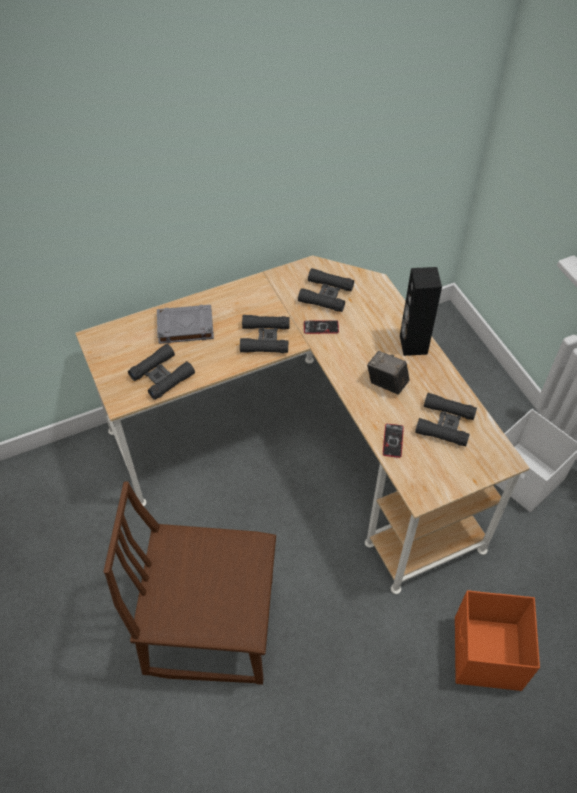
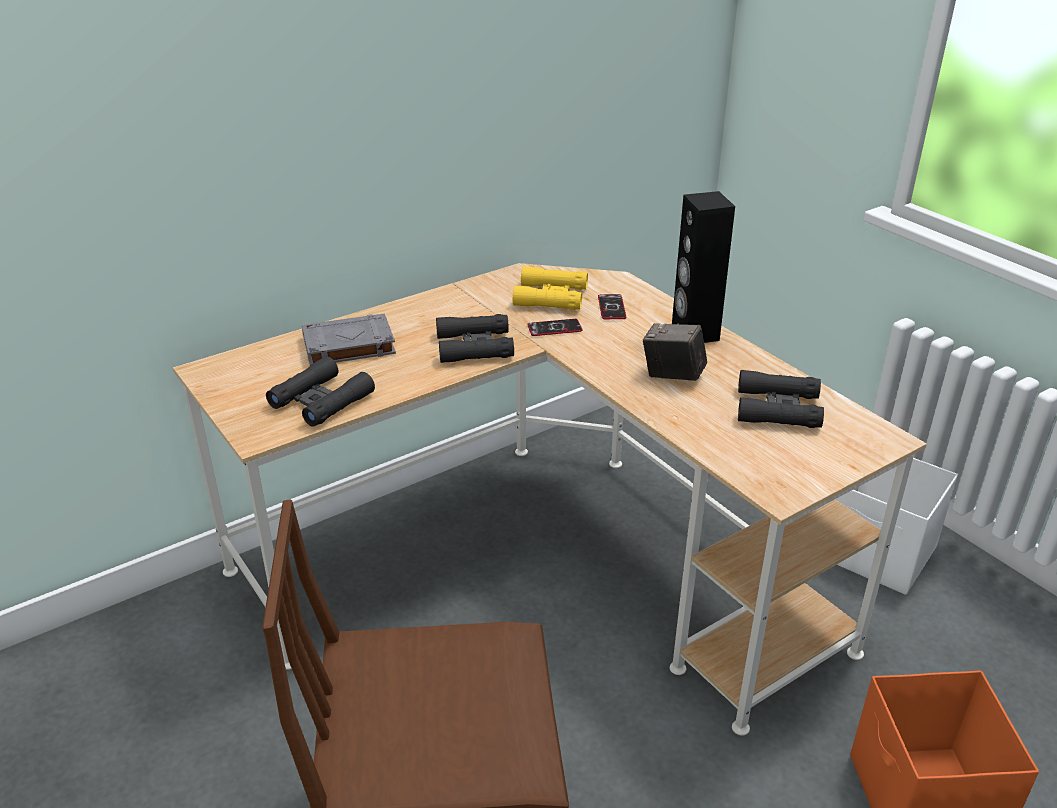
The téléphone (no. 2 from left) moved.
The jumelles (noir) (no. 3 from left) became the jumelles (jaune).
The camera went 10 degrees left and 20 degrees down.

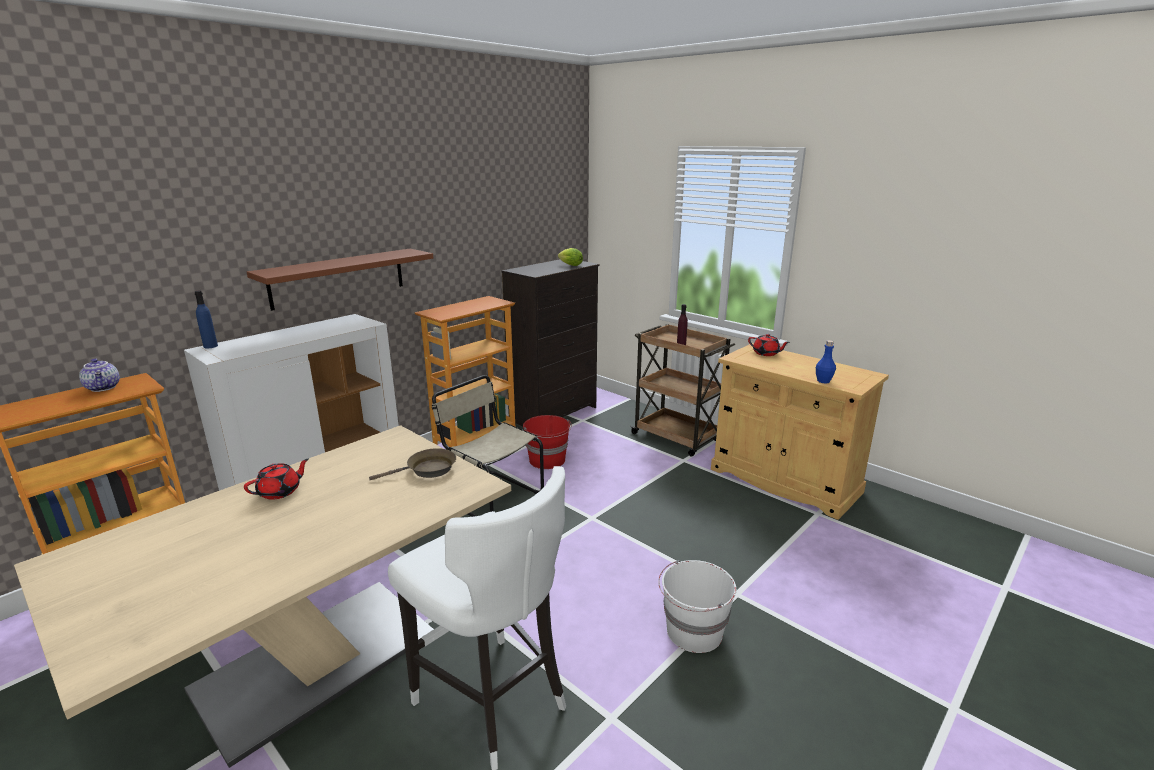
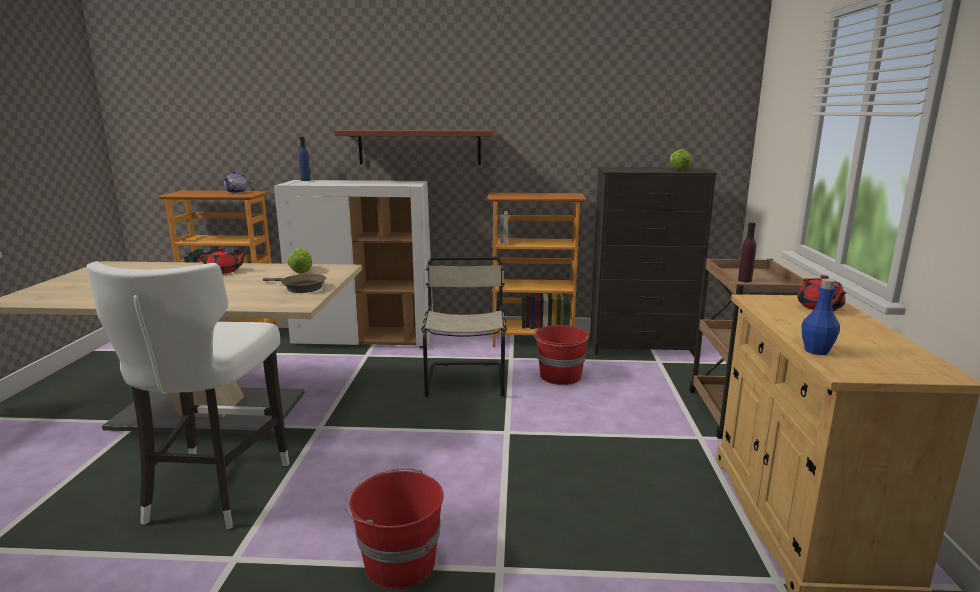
The laitue (no. 1 from left) appeared.
The seau (blanc) became the seau (rouge) (no. 1 from left).
The camera went 50 degrees right and 5 degrees down.

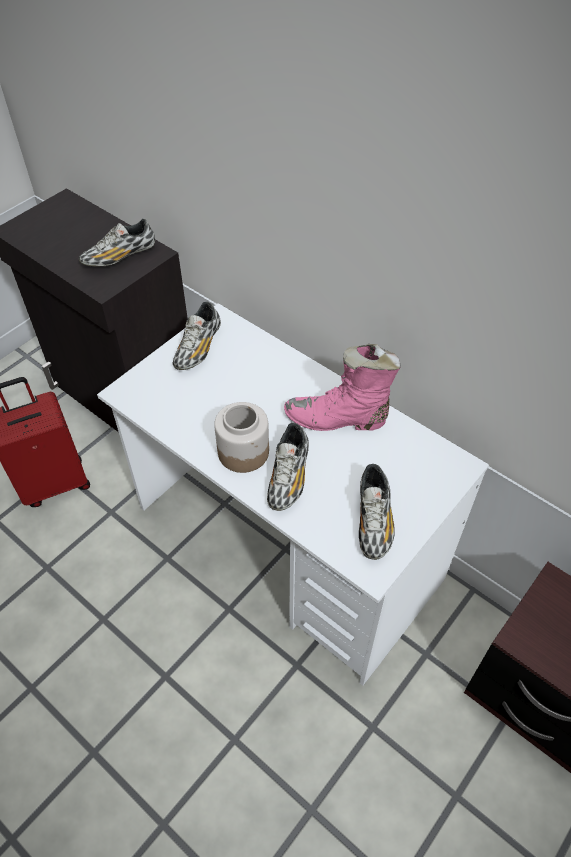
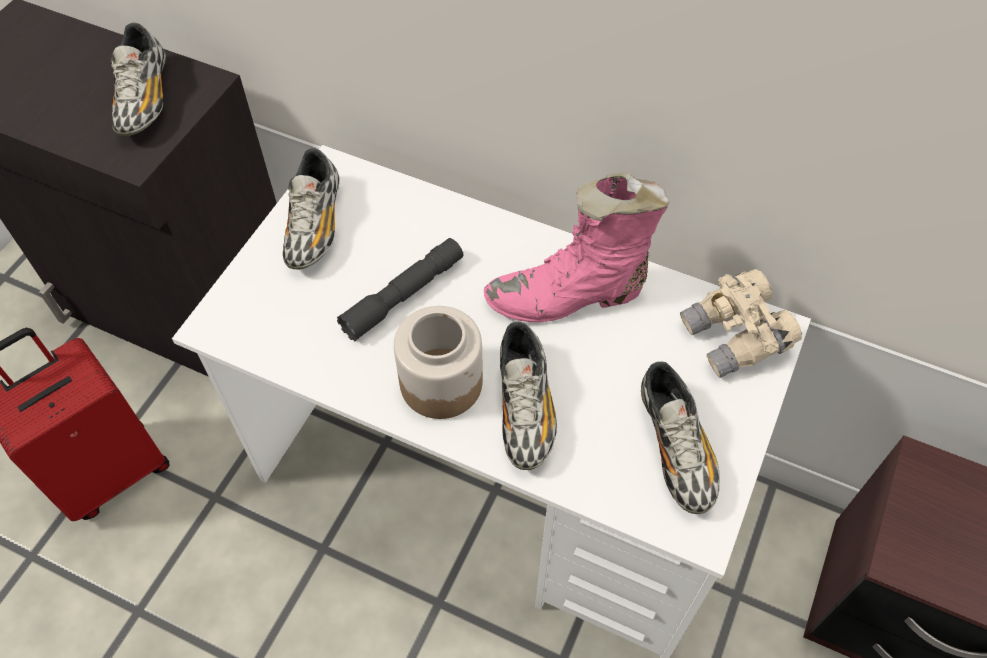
The lampe de poche (gris) appeared.
The jumelles (beige) appeared.
The chaussure (no. 1 from left) turned 45 degrees counterclockwise.
The camera went 15 degrees left and 5 degrees up.

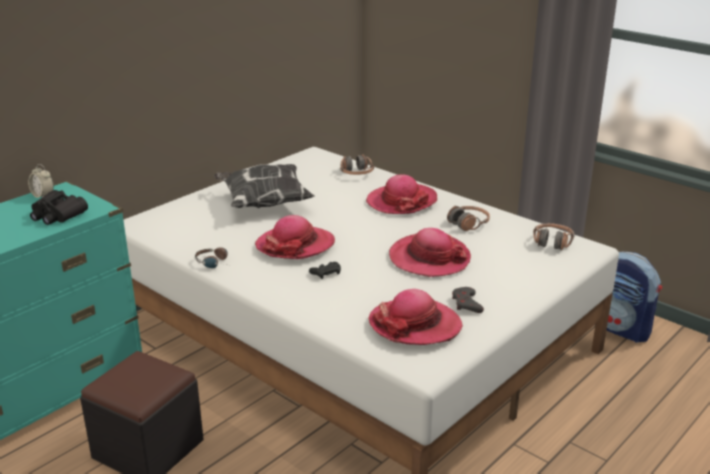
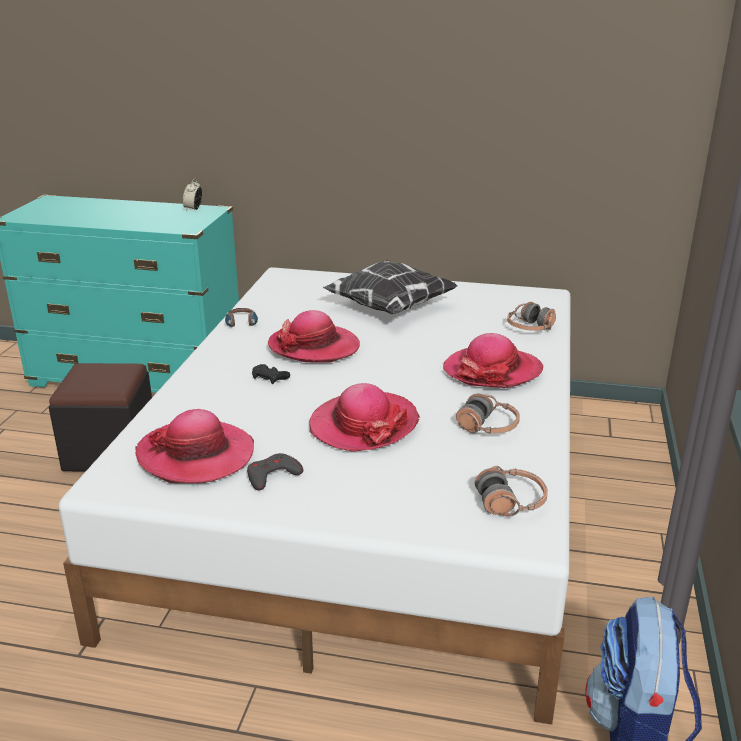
The jumelles (noir) disappeared.
The camera went 60 degrees right and 0 degrees up.

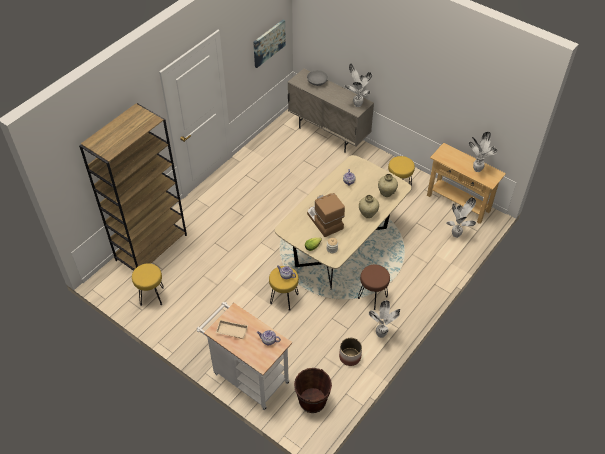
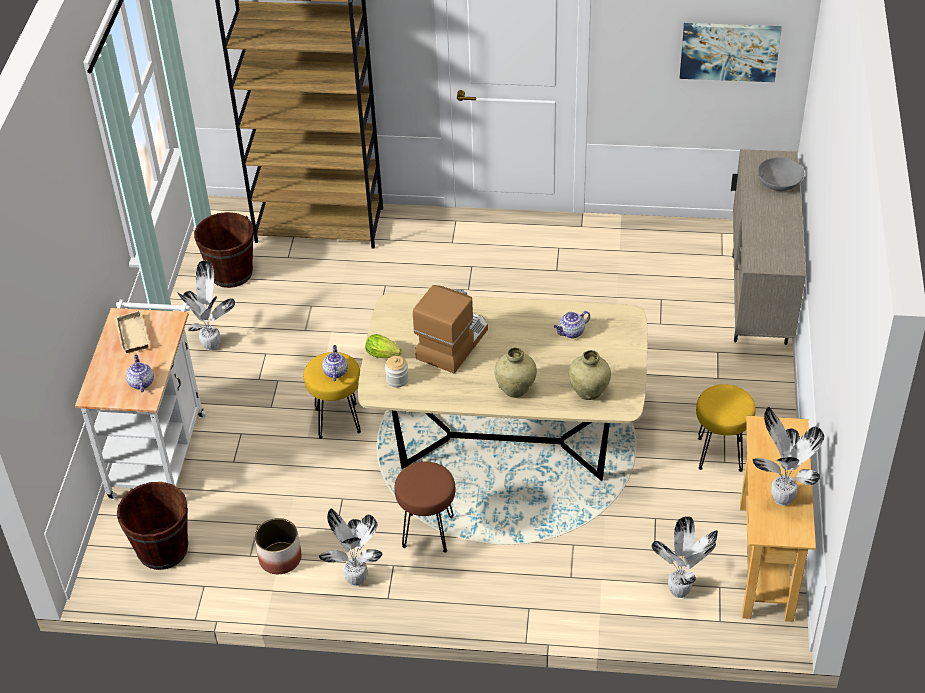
The plante en pot (no. 1 from left) moved.
The tabouret (jaune) (no. 1 from left) was replaced by the seau (marron) (no. 2 from left).
The camera went 60 degrees right and 5 degrees down.

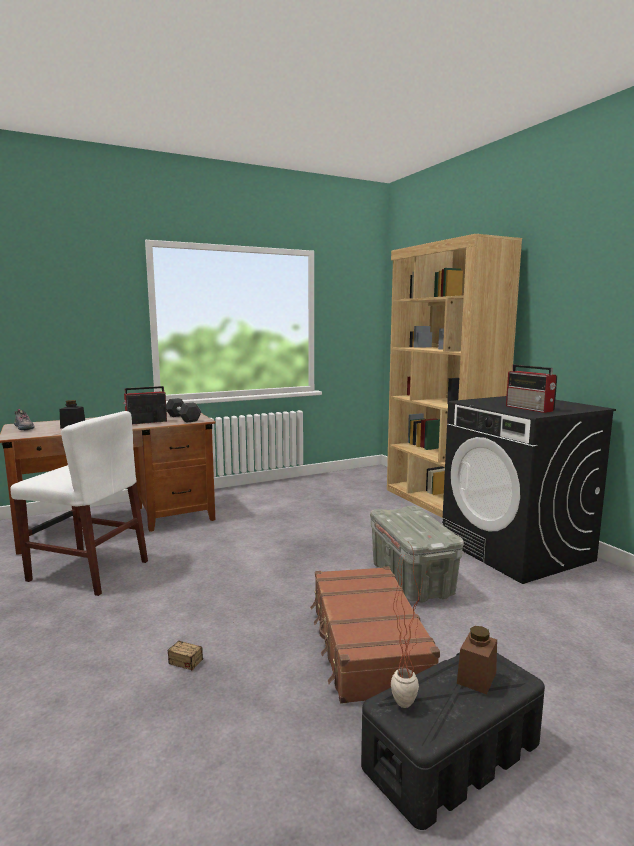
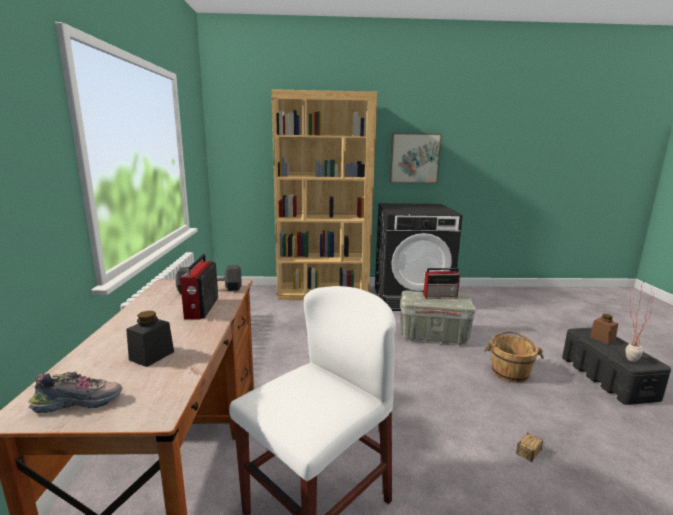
The tableau appeared.
The radio (no. 2 from left) moved.
The valise (marron) was replaced by the seau (marron).
The camera went 65 degrees left and 5 degrees up.

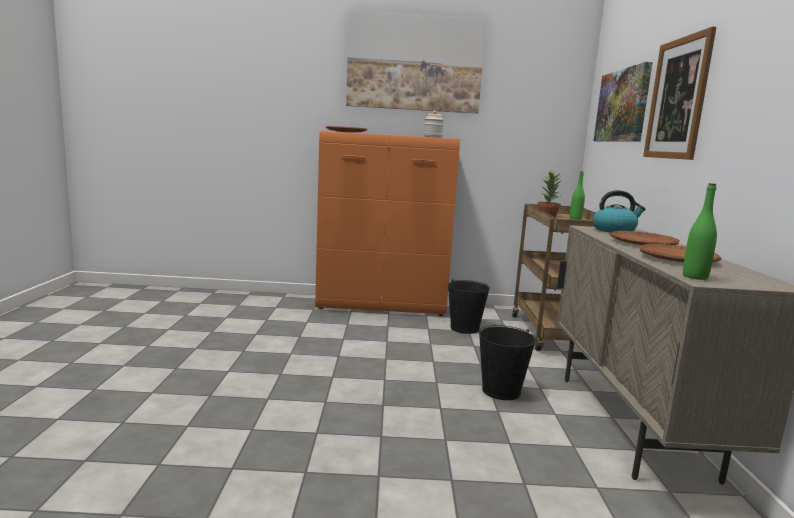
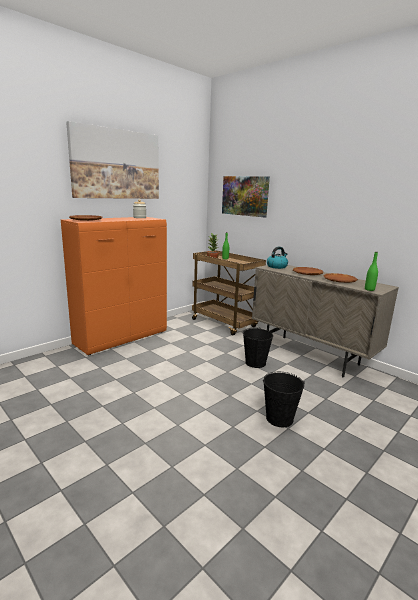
The tableau (no. 3 from left) disappeared.
The seau (noir) (no. 1 from left in the first image) moved.
The camera went 45 degrees left and 5 degrees up.

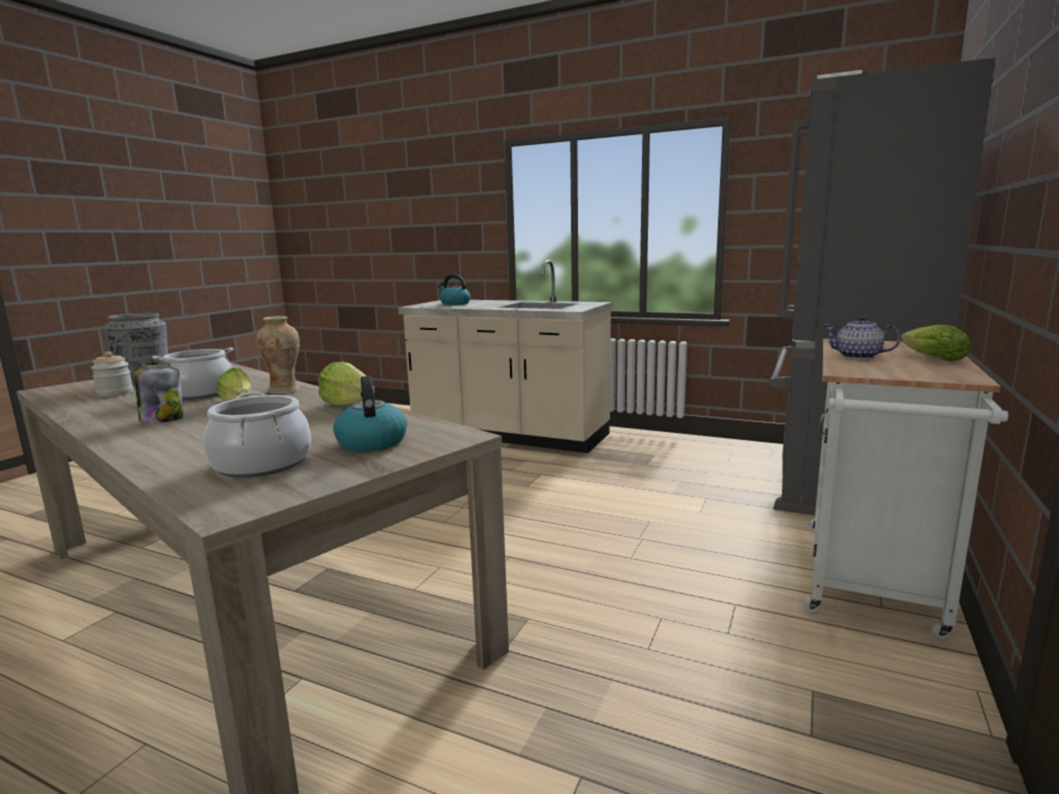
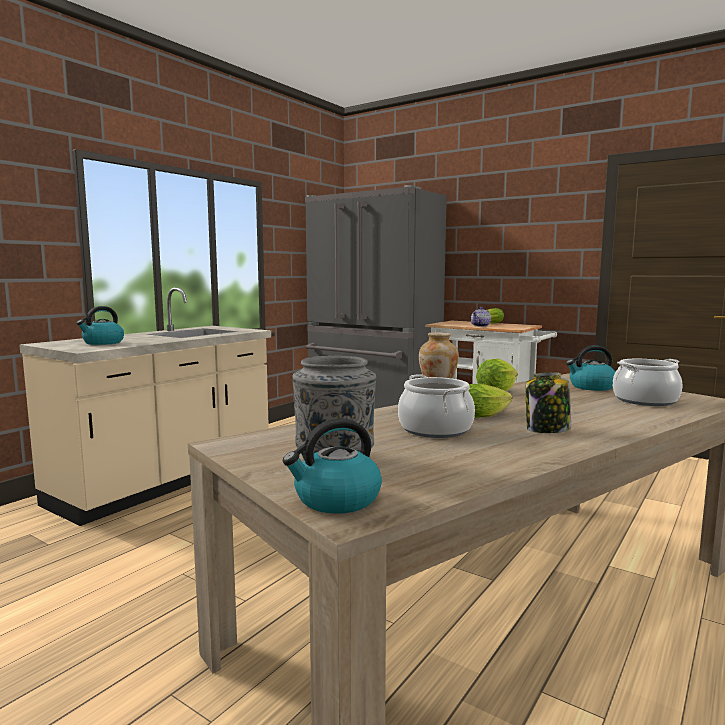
The bocal (no. 1 from left) disappeared.
The bouilloire (no. 2 from left) appeared.
The camera went 80 degrees left and 5 degrees down.

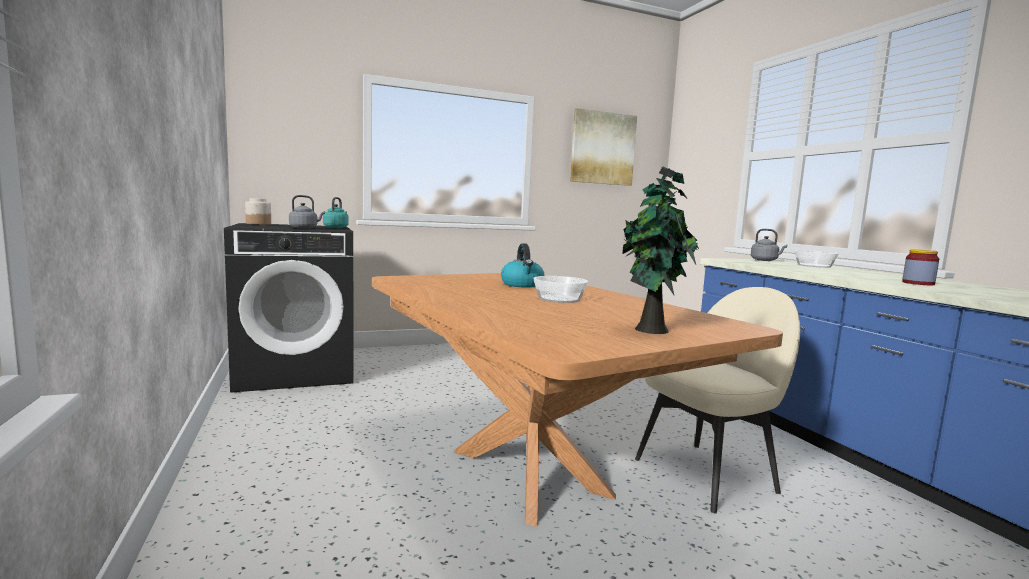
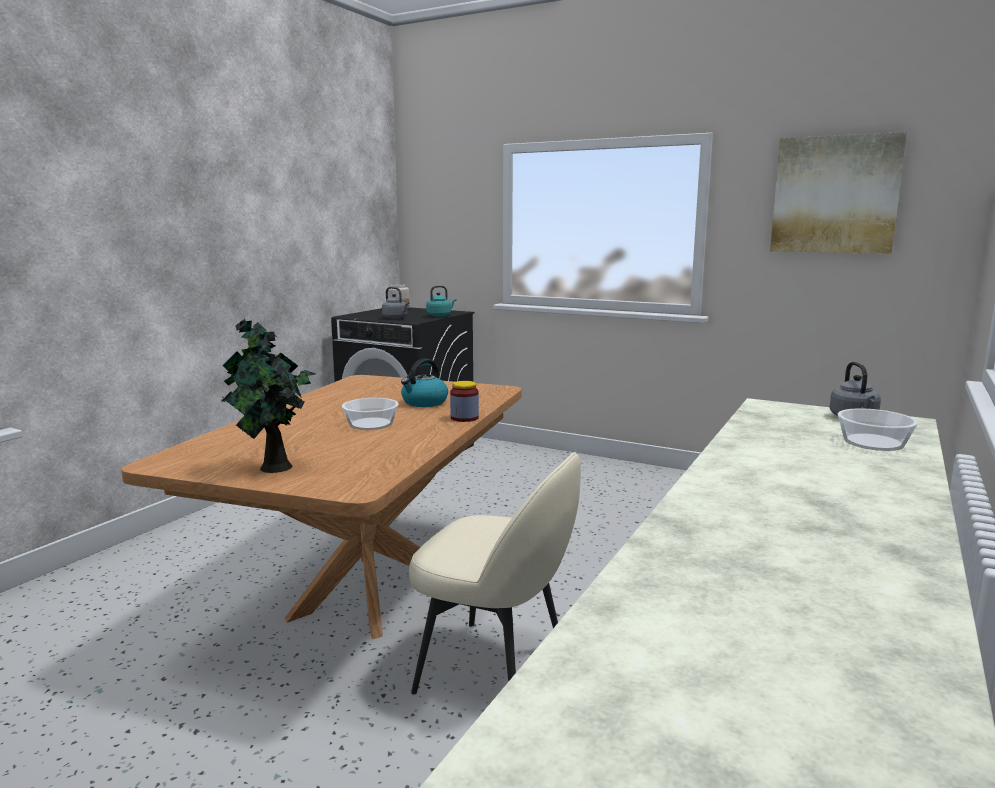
The bocal (no. 2 from left) moved.
The camera went 50 degrees right and 5 degrees up.

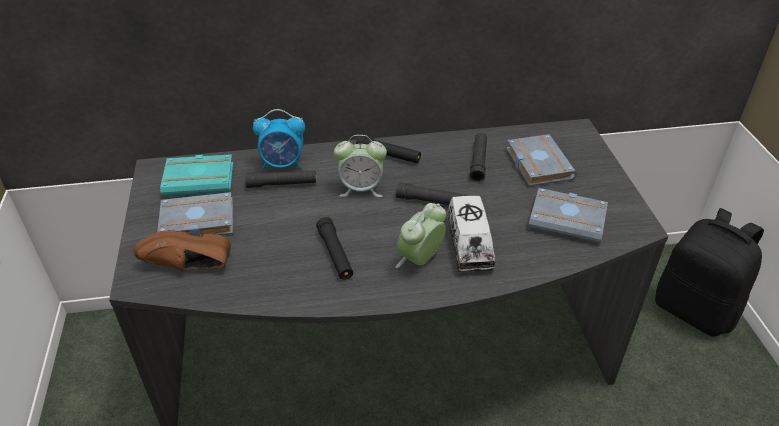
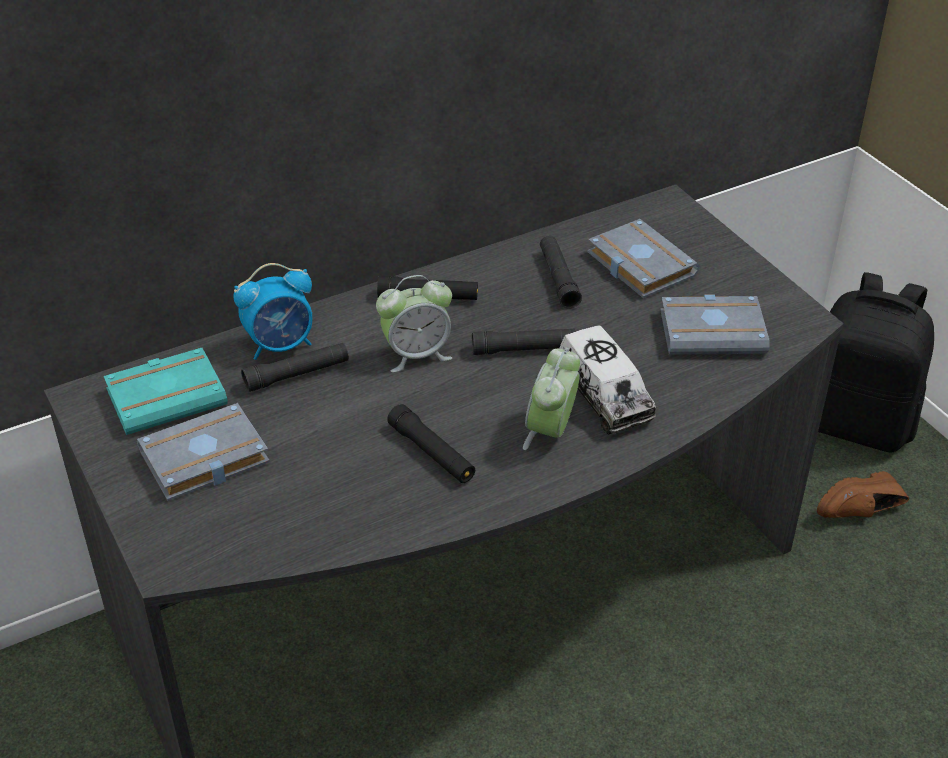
The chaussure (marron) moved.
The camera went 20 degrees left and 0 degrees up.

